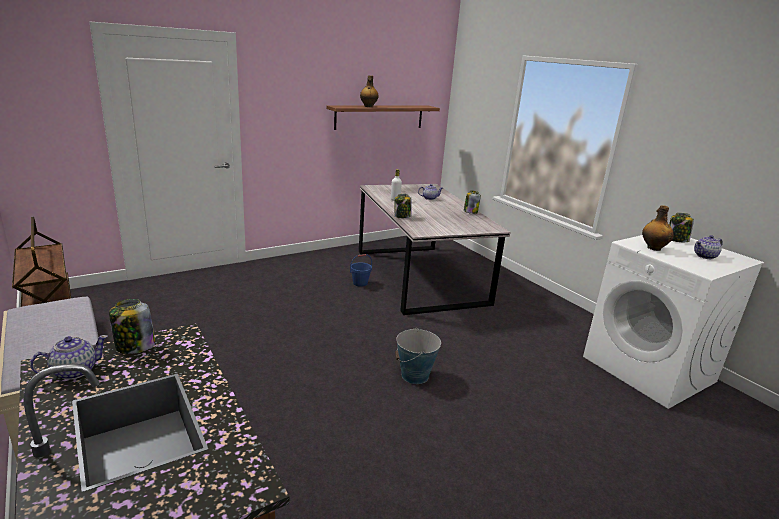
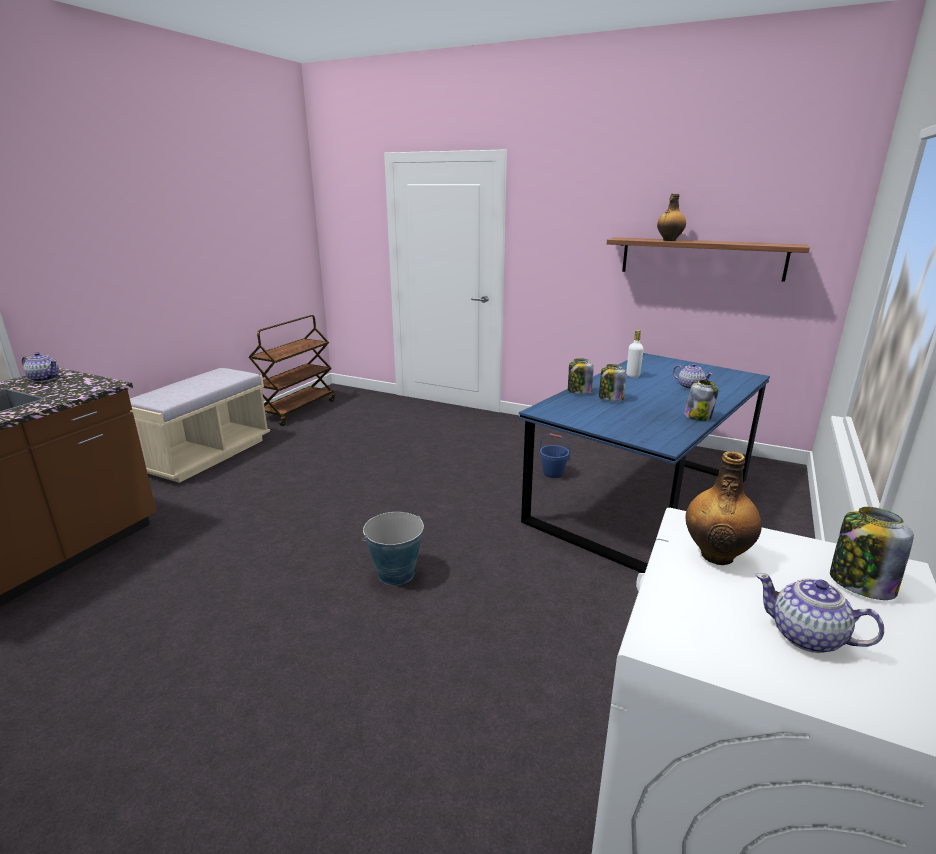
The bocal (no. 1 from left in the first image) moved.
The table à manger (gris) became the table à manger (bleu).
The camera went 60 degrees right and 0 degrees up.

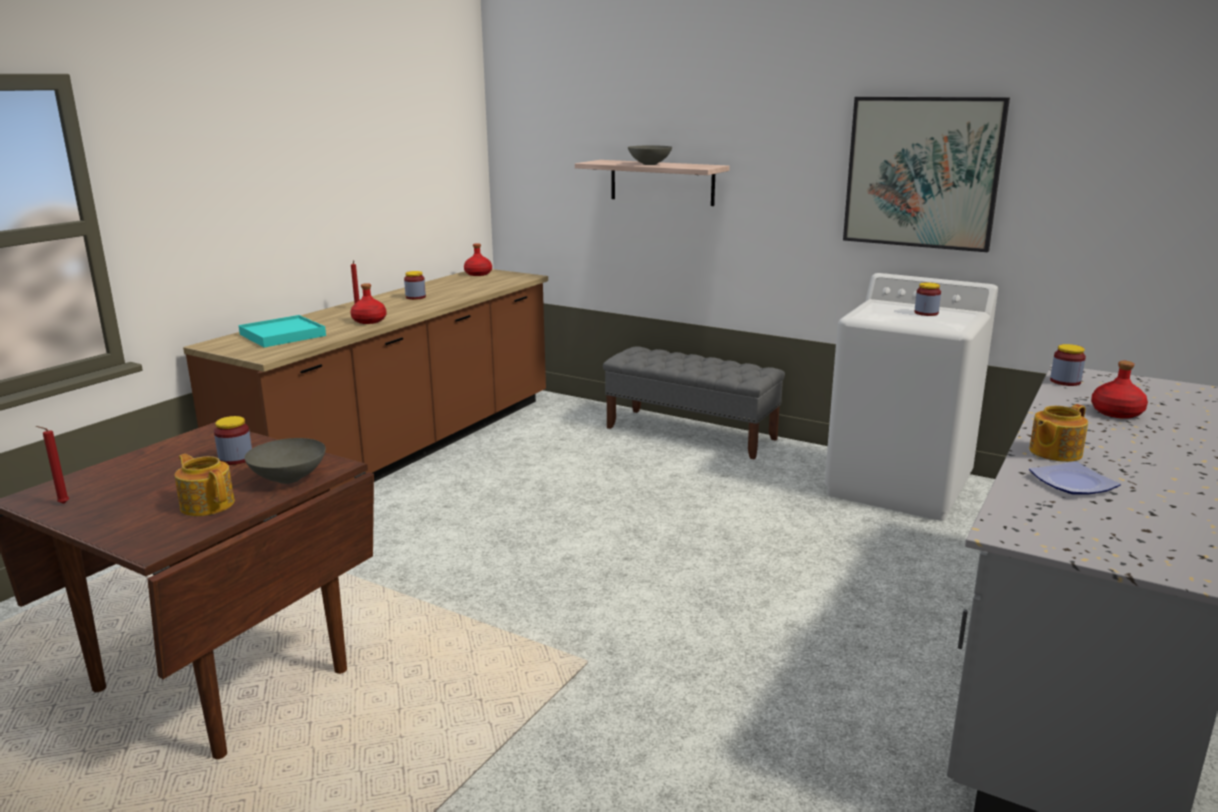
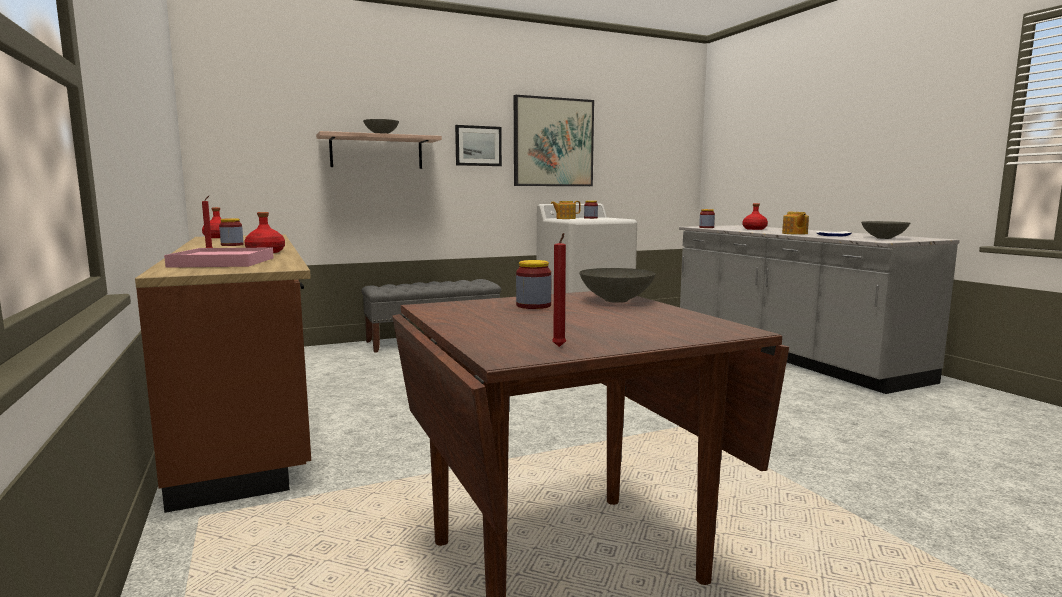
The tableau (no. 1 from left) appeared.
The bol (gris) (no. 3 from left) appeared.
The théière (no. 1 from left) moved.
The plateau (turquoise) became the plateau (rose).
The camera went 55 degrees left and 10 degrees down.

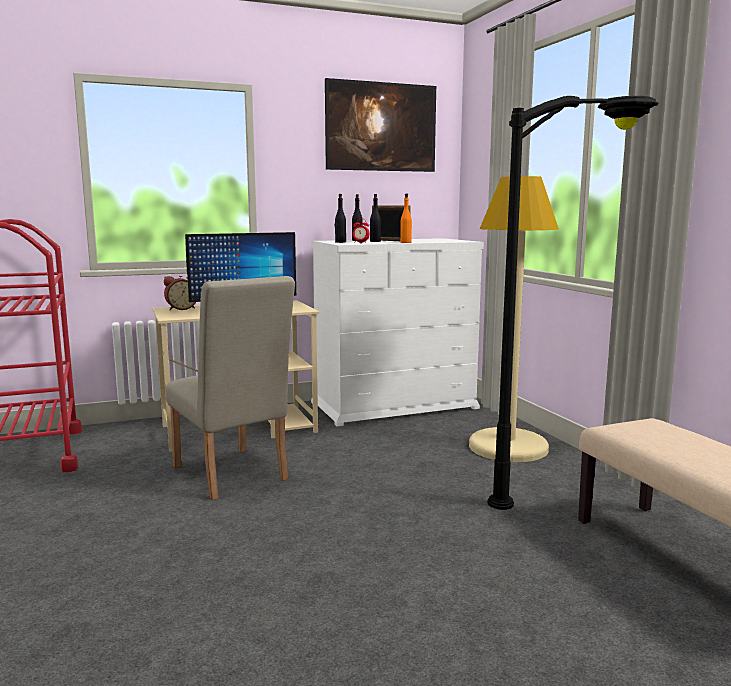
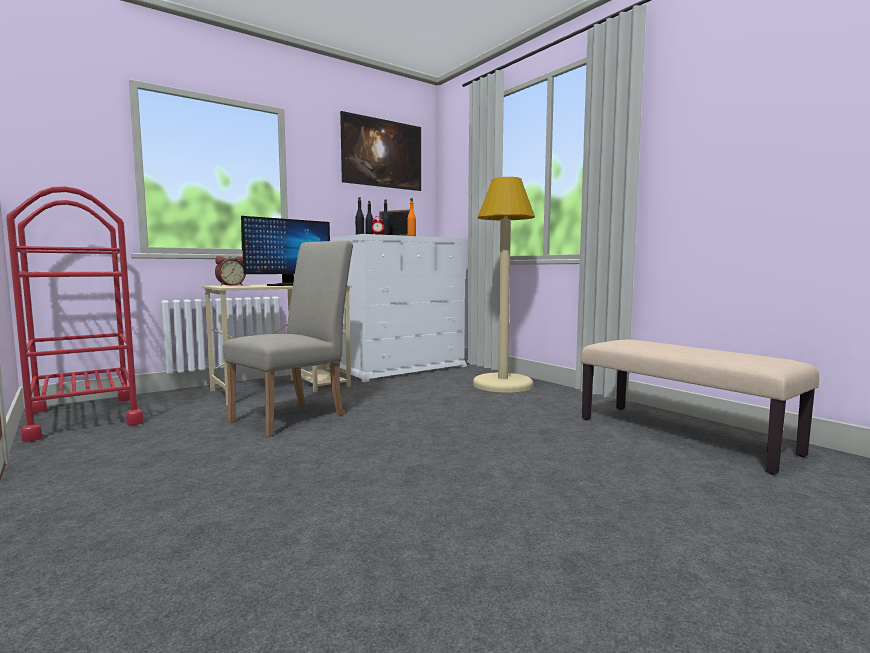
The lampadaire (noir) disappeared.
The chaise (beige) turned 90 degrees counterclockwise.
The camera went 15 degrees left and 5 degrees down.

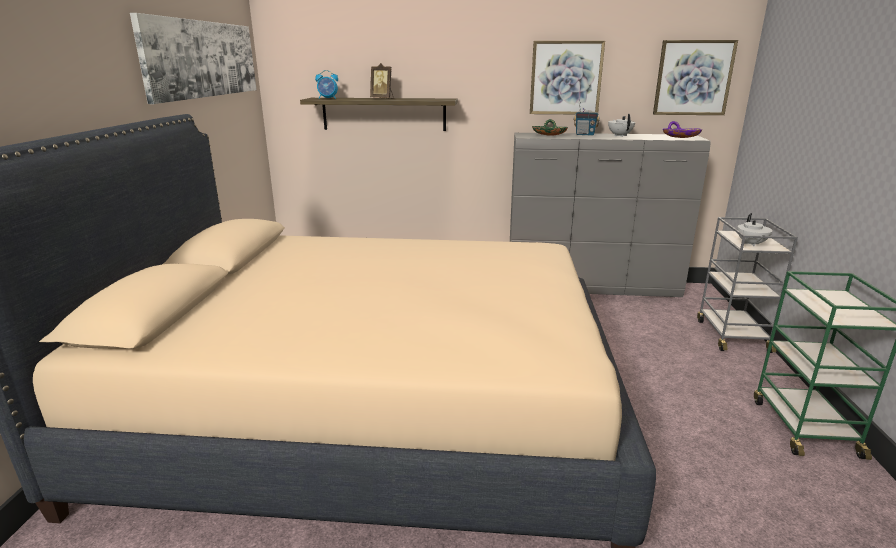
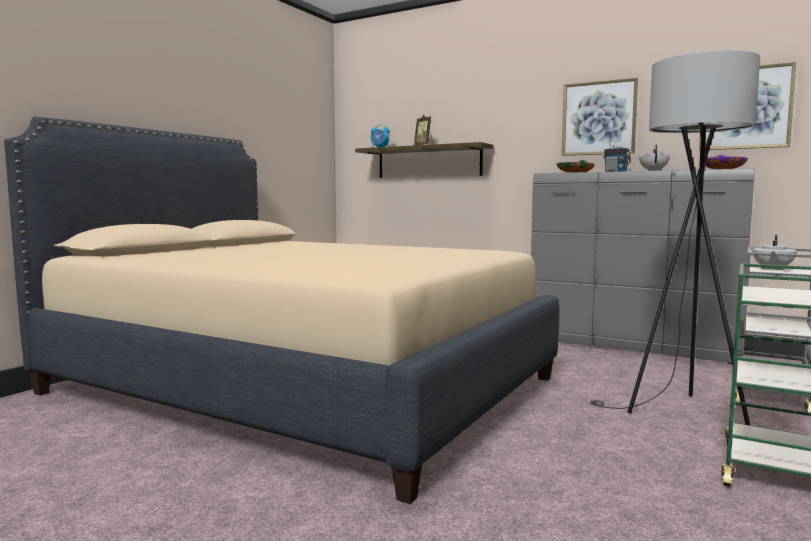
The tableau (no. 1 from left) disappeared.
The lampadaire (gris) appeared.
The camera went 25 degrees right and 15 degrees down.

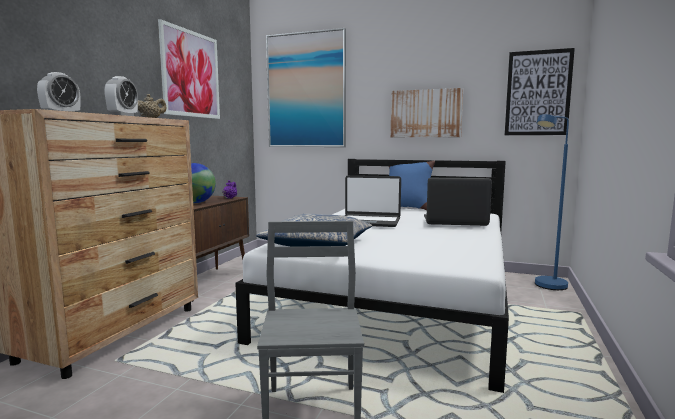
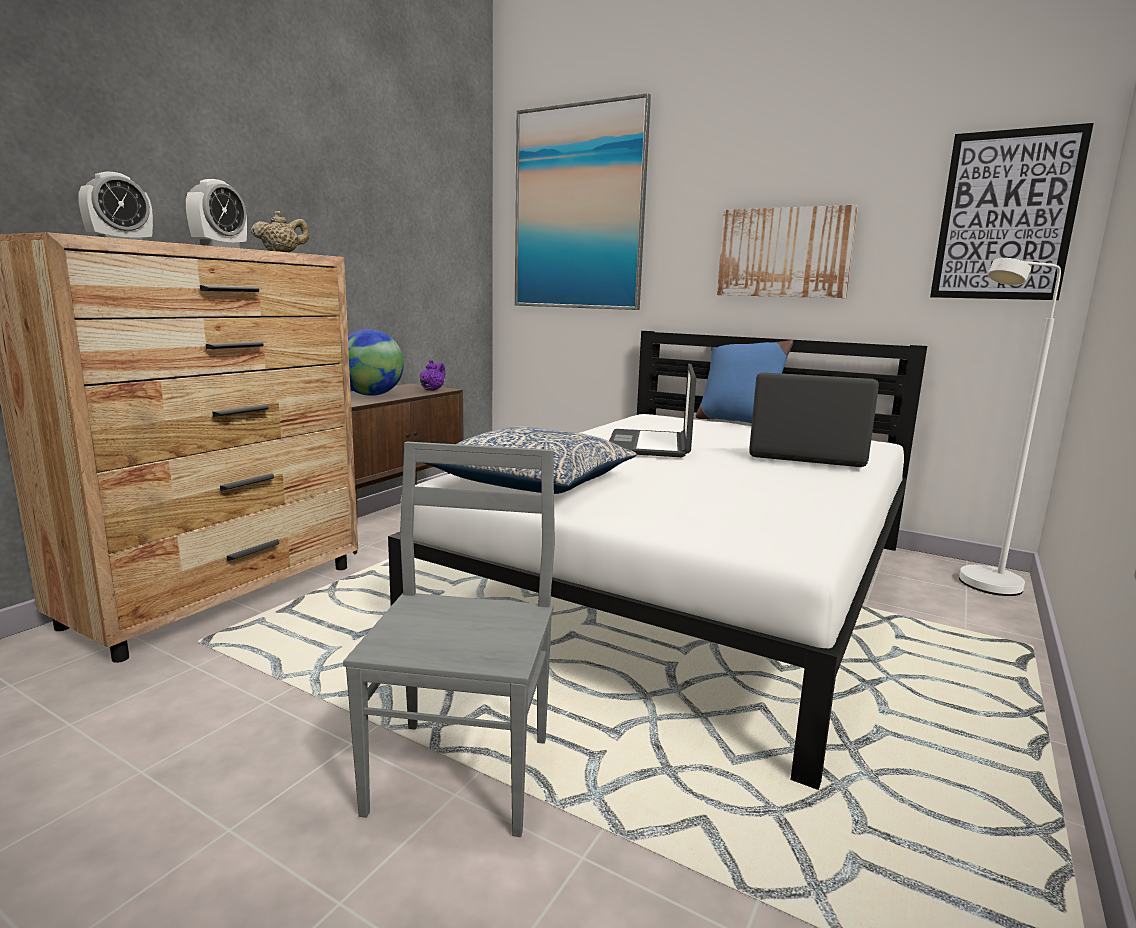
The tableau (no. 1 from left) disappeared.
The lampadaire (bleu) became the lampadaire (blanc).
The ordinateur portable (no. 1 from left) turned 75 degrees clockwise.
The camera went 10 degrees right and 5 degrees up.

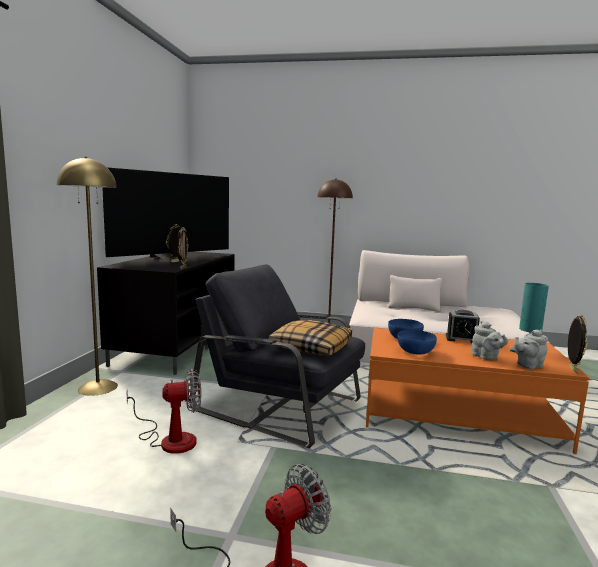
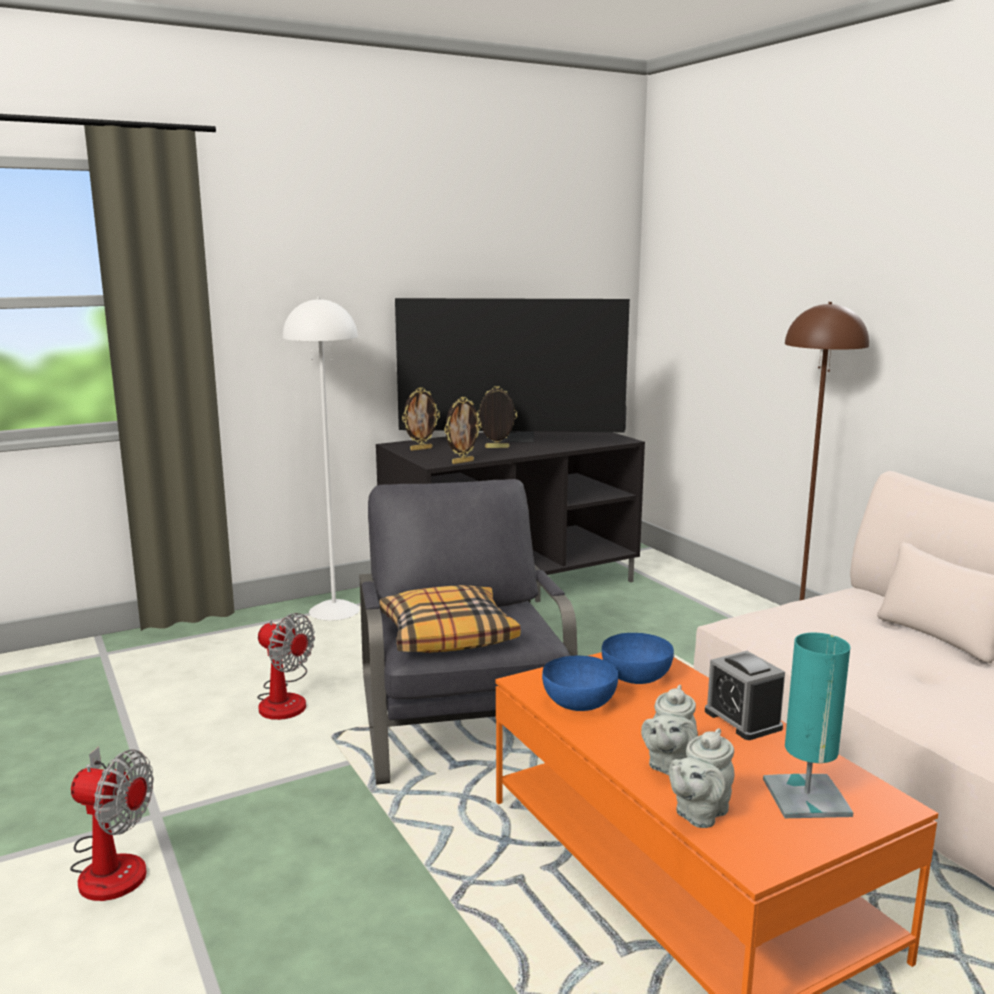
The cadre photo (no. 3 from left in the first image) moved.
The lampadaire (jaune) became the lampadaire (blanc).
The théière (gris) (no. 2 from left) turned 75 degrees counterclockwise.
The camera went 50 degrees right and 5 degrees up.

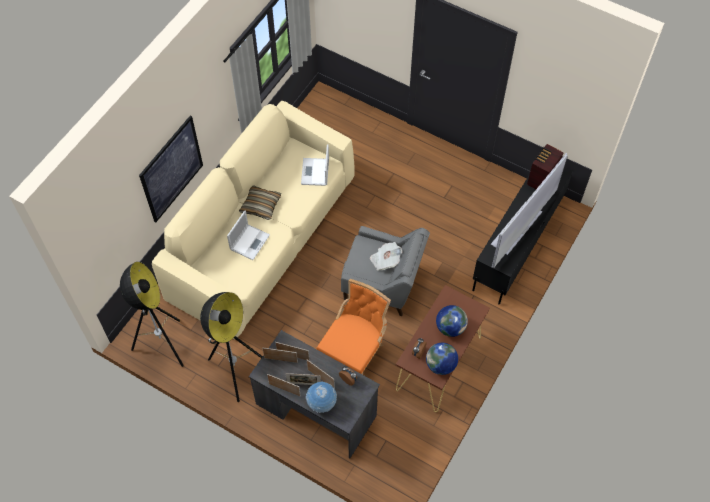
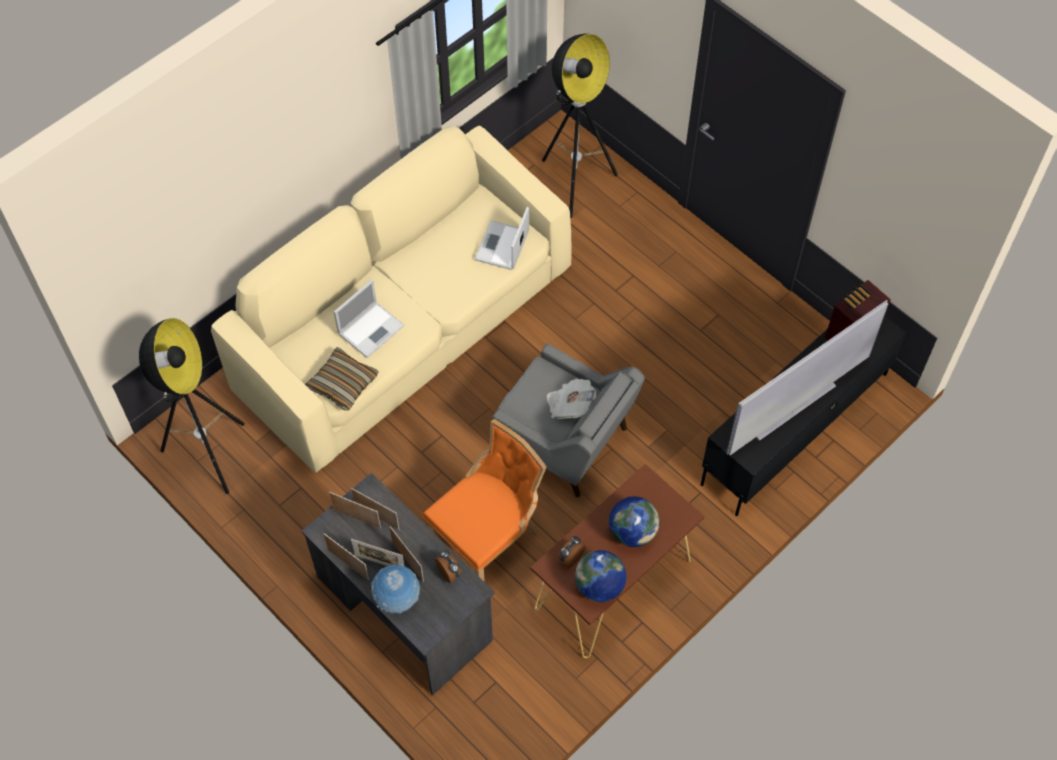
The tableau disappeared.
The lampadaire (no. 2 from left) moved.
The coussin moved.
The camera went 15 degrees right and 0 degrees up.

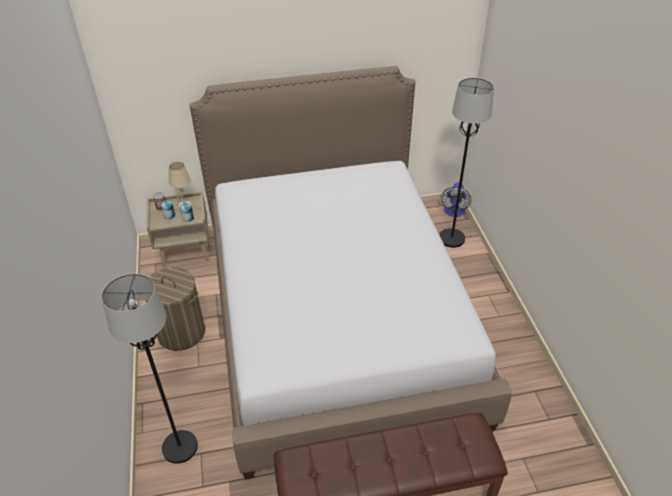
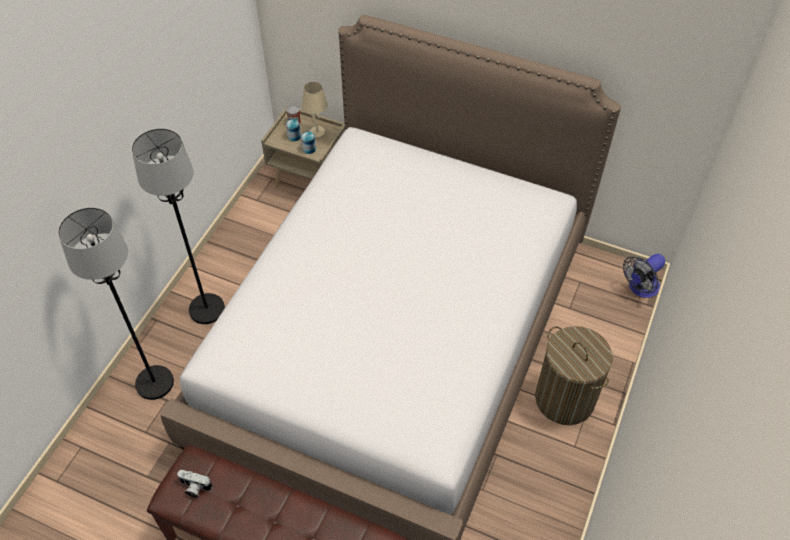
The appareil photo appeared.
The panier à linge moved.
The lampadaire (noir) (no. 2 from left) moved.
The camera went 35 degrees right and 10 degrees up.

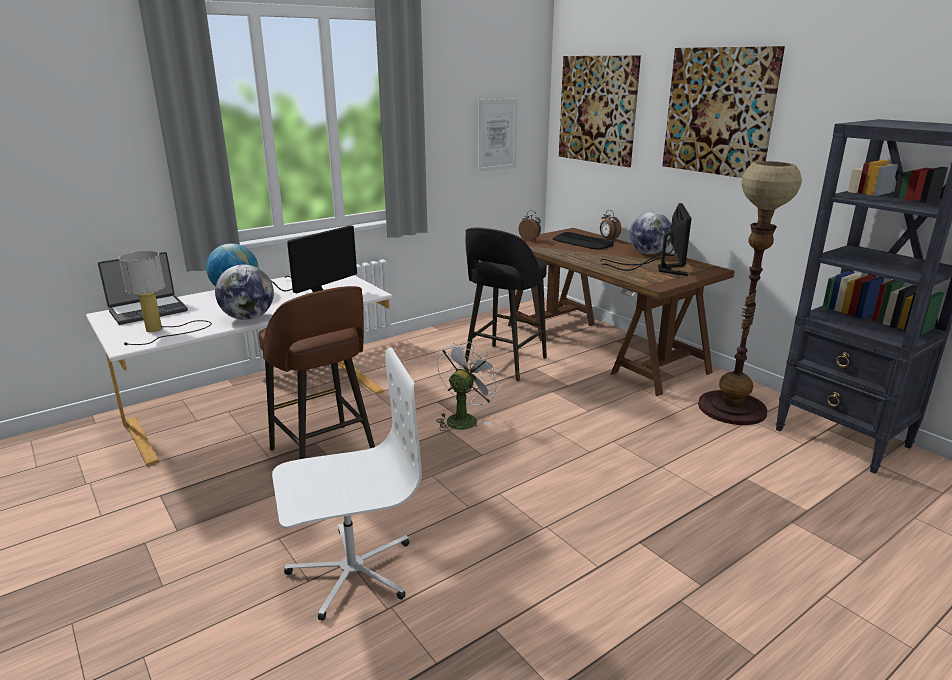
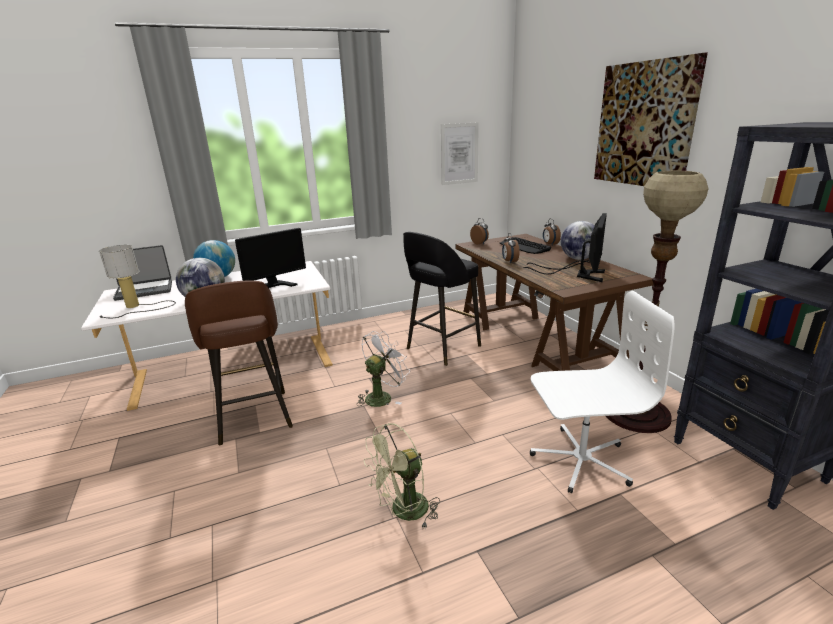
The tableau (no. 2 from left) disappeared.
The ventilateur (vert) appeared.
The réveil (no. 2 from left) appeared.
The chaise de bureau (blanc) moved.
The camera went 15 degrees right and 0 degrees up.

